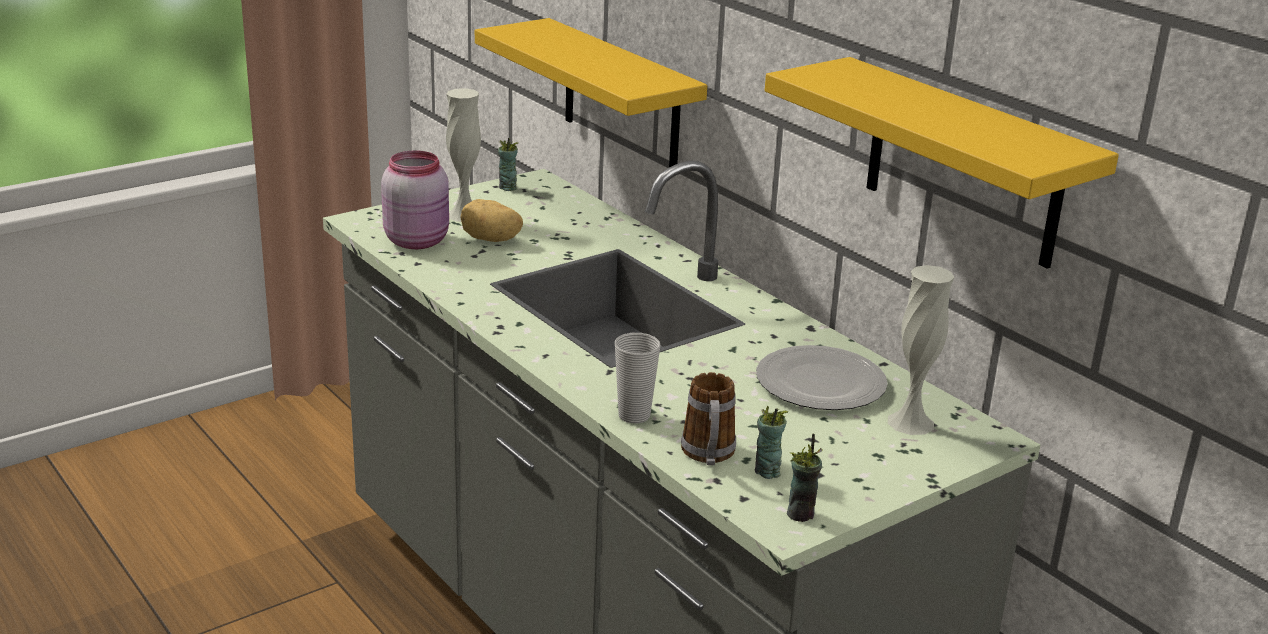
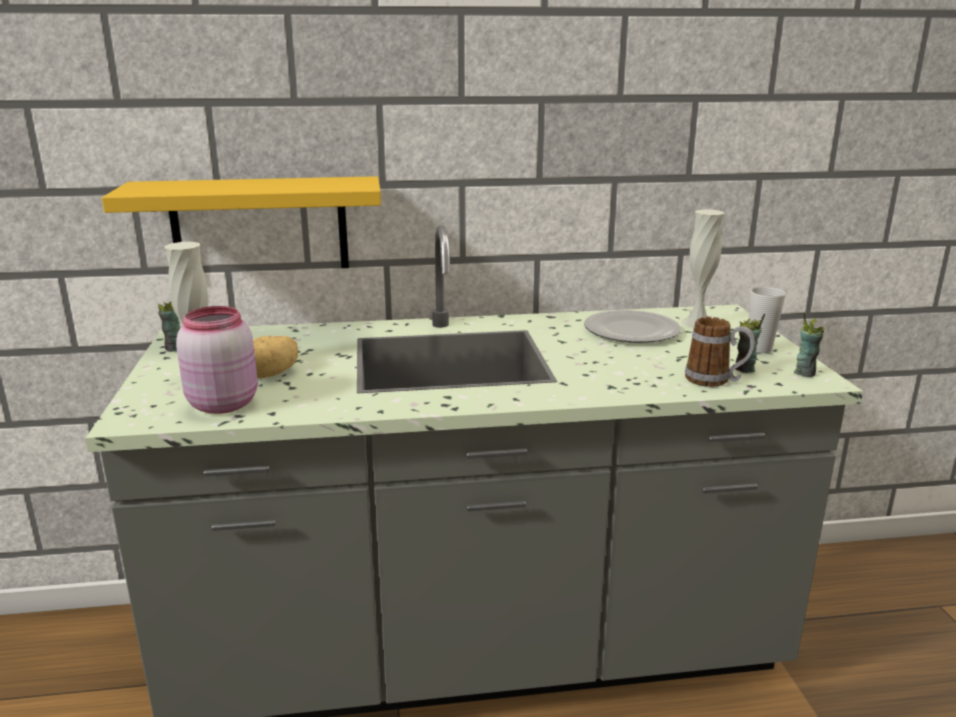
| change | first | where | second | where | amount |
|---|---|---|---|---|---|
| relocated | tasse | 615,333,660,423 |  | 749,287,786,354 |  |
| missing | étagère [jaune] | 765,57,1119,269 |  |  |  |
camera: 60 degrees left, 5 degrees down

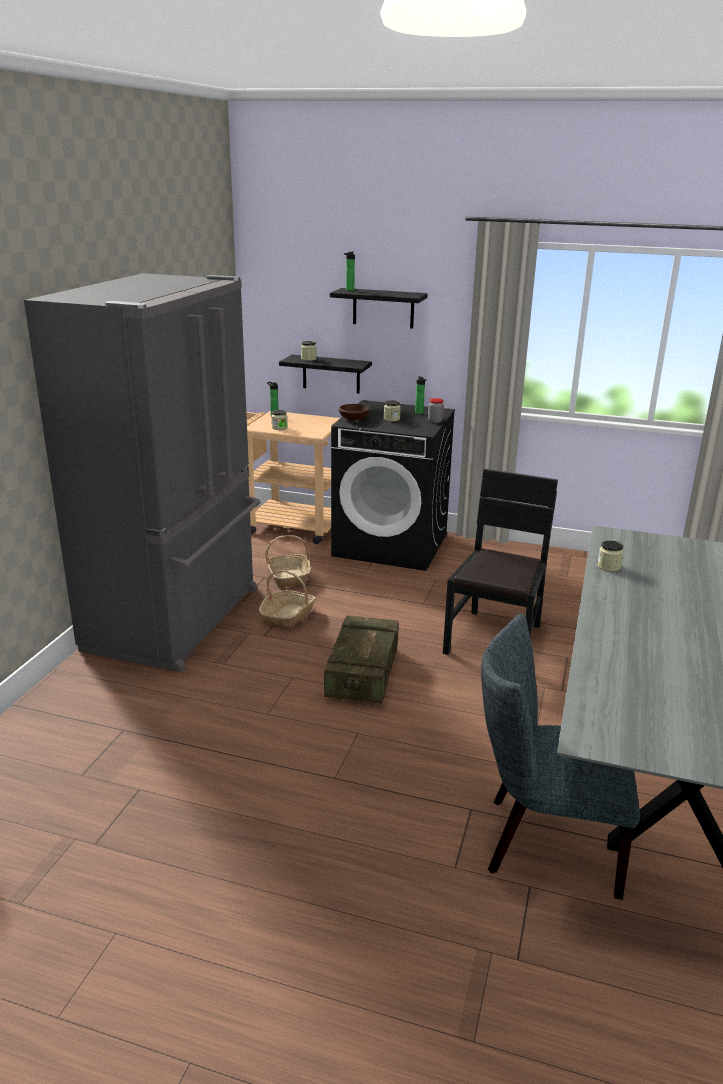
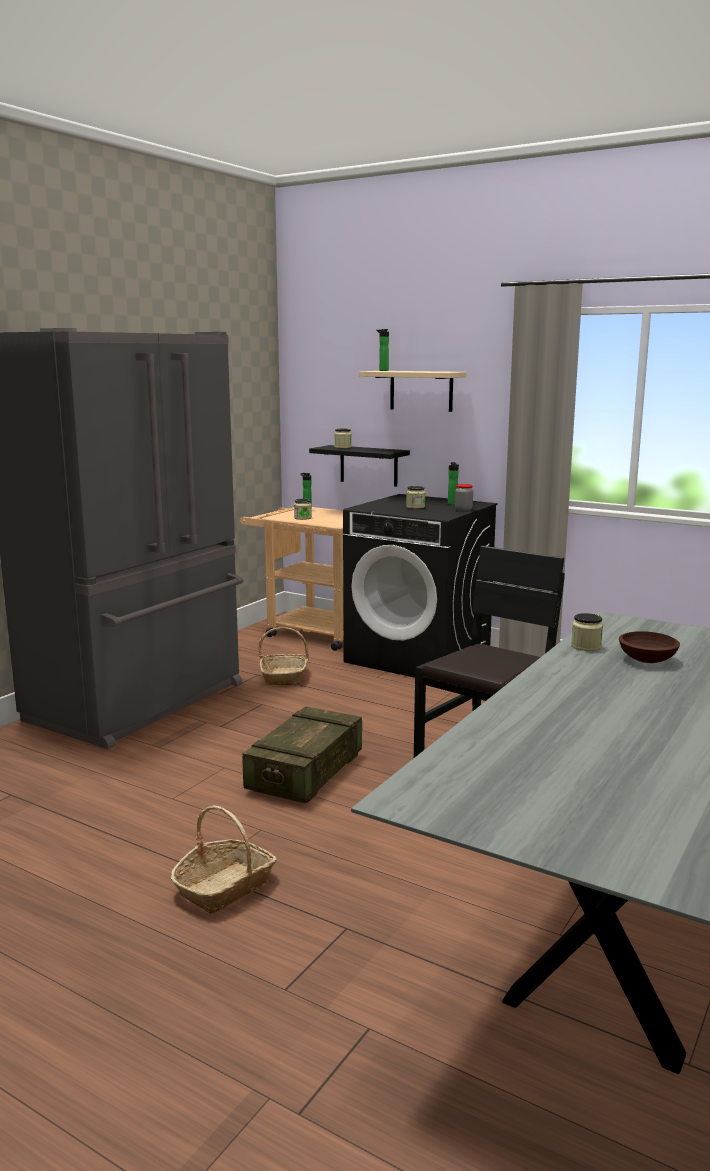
| change | first | where | second | where | amount |
|---|---|---|---|---|---|
| relocated | panier | 259,570,316,629 |  | 171,805,277,914 |  |
| colour | étagère [noir] | 330,288,428,329 | étagère [beige] | 359,371,467,412 |  |
| relocated | bol [marron] | 338,404,370,420 |  | 619,631,680,663 |  |
| missing | chaise [gris] | 481,614,640,900 |  |  |  |
camera: 15 degrees right, 10 degrees down

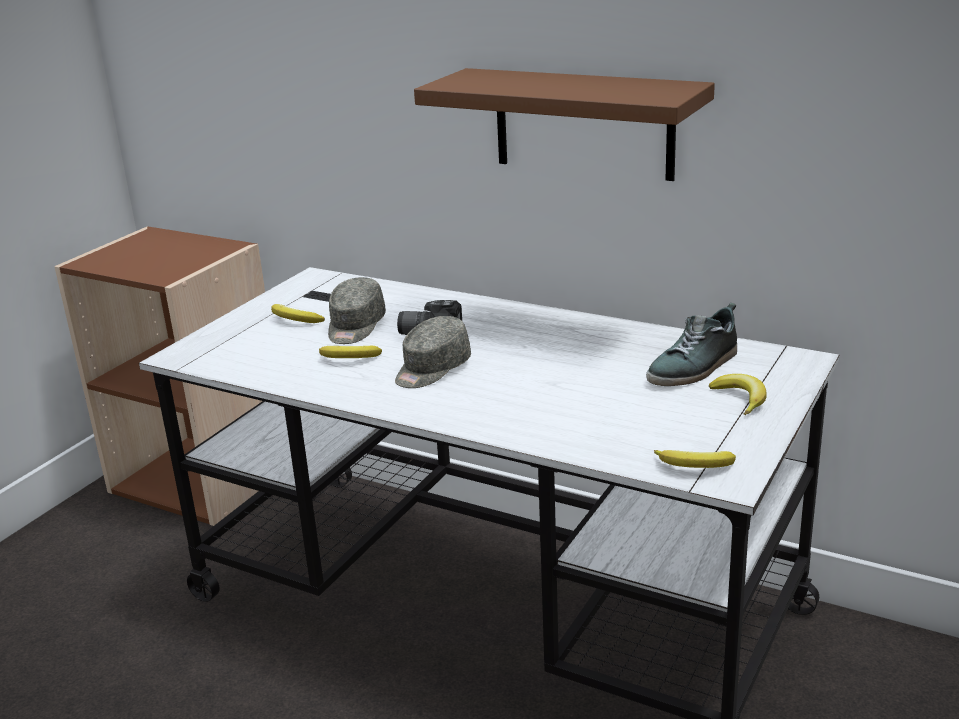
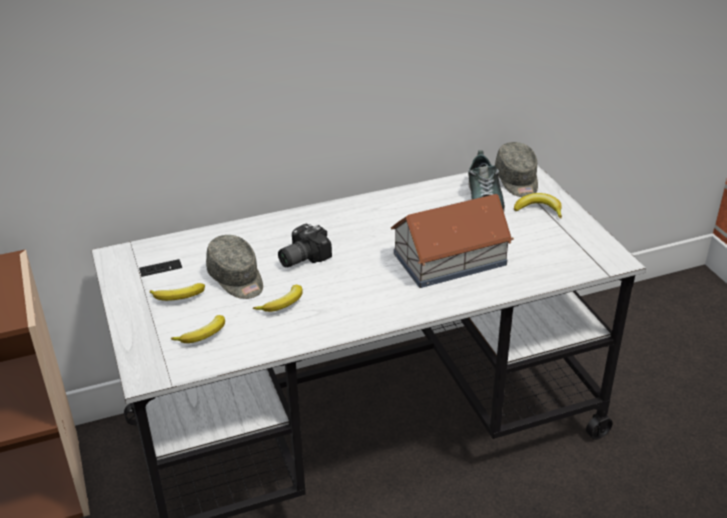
| change | first | where | second | where | amount |
|---|---|---|---|---|---|
| relocated | casquette [gris] | 395,316,471,388 |  | 495,142,538,197 |  |
| missing | étagère [marron] | 414,68,715,181 |  |  |  |
| relocated | banane | 654,450,736,468 |  | 170,315,225,343 |  |
| appeared |  |  | maison miniature | 391,194,514,288 |  |
camera: 50 degrees left, 10 degrees up

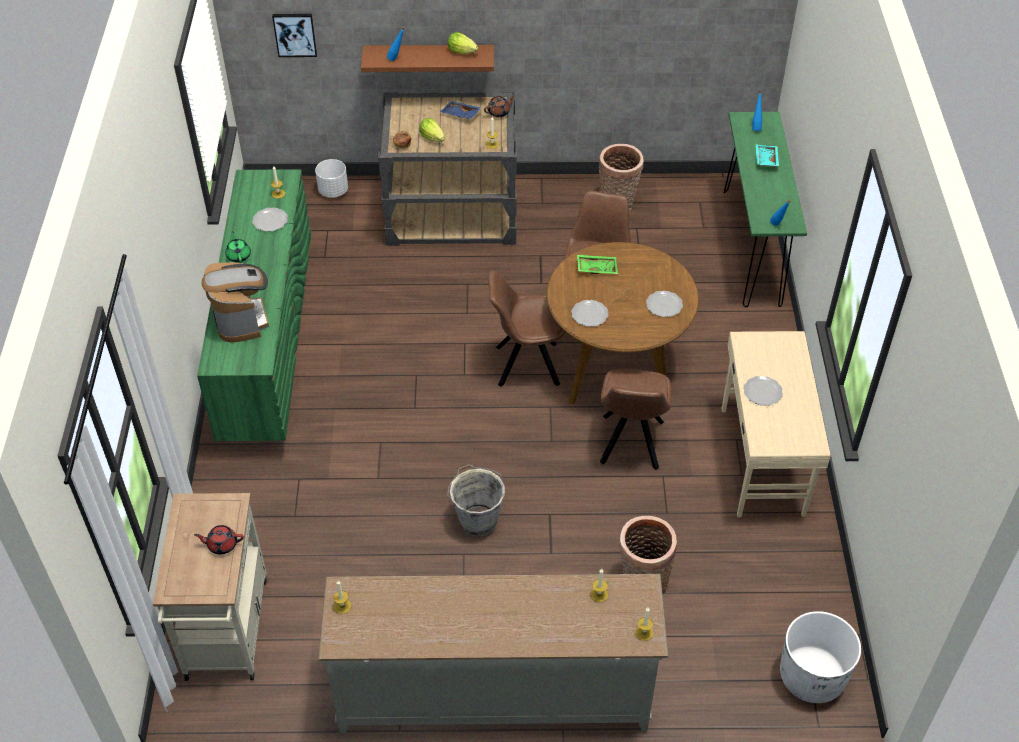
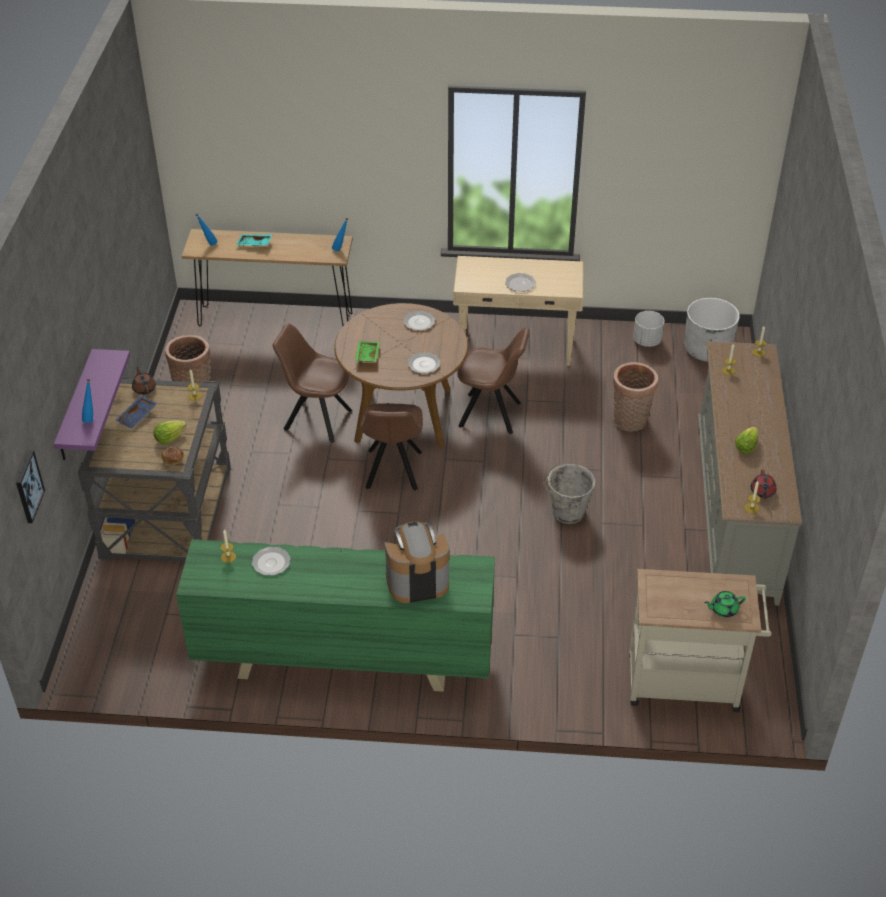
| change | first | where | second | where | amount |
|---|---|---|---|---|---|
| relocated | théière [rouge] | 194,525,244,555 |  | 751,470,776,499 |  |
| relocated | théière [vert] | 225,231,251,263 |  | 704,591,746,617 |  |
| relocated | cache-pot [blanc] | 315,159,348,198 |  | 633,311,664,347 |  |
| colour | étagère [marron] | 361,45,494,72 | étagère [violet] | 54,349,130,460 |  |
| relocated | laitue | 448,32,478,54 |  | 735,427,758,454 |  |
| colour | table console [vert] | 724,112,807,307 | table console [marron] | 182,229,353,327 |  |
camera: 85 degrees left, 5 degrees down

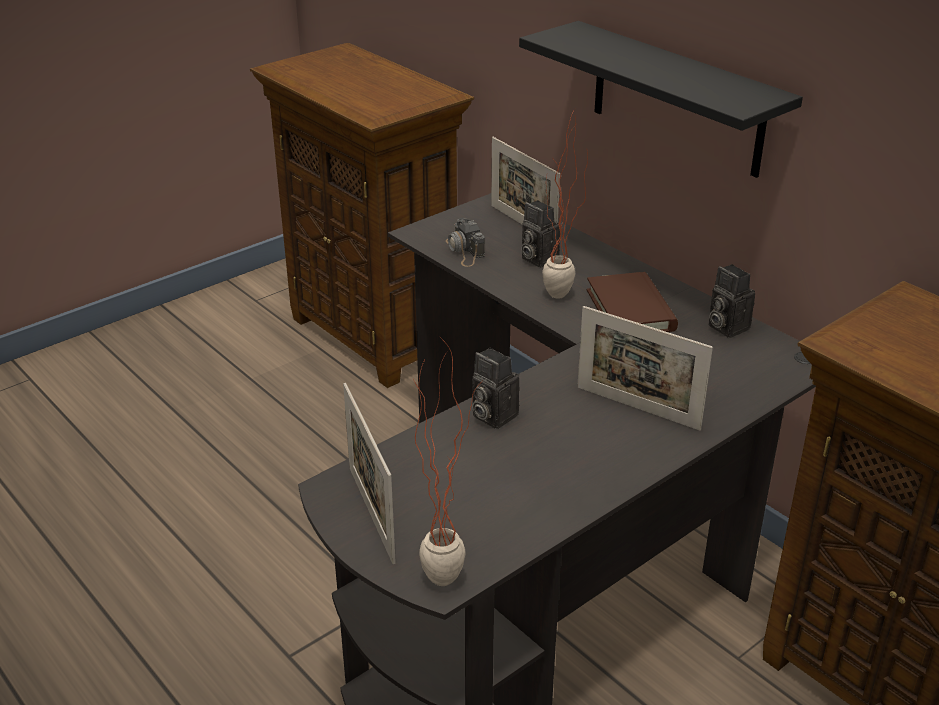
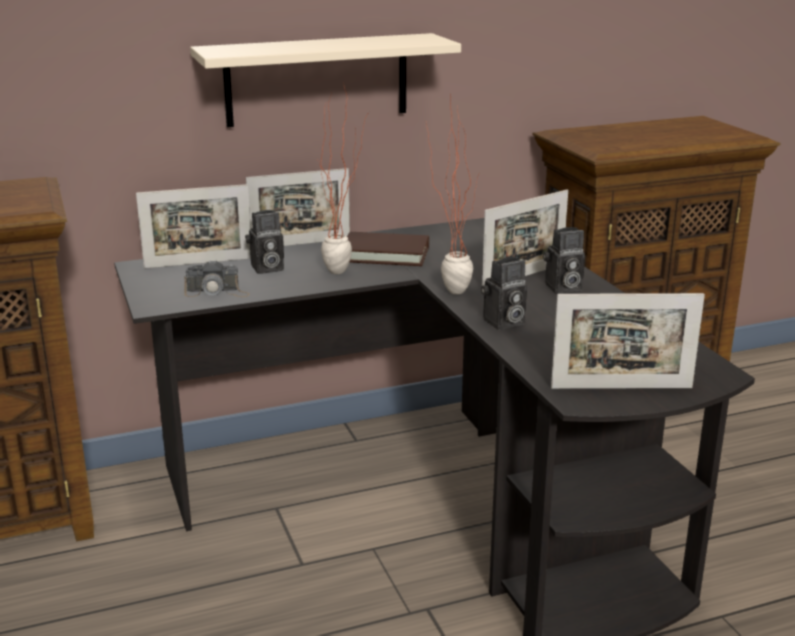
| change | first | where | second | where | amount |
|---|---|---|---|---|---|
| relocated | plante en pot | 413,336,479,586 |  | 426,94,480,295 |  |
| colour | étagère [noir] | 519,21,803,178 | étagère [beige] | 190,33,461,127 |  |
| relocated | appareil photo | 708,264,755,338 |  | 543,227,585,294 |  |
| appeared |  |  | cadre photo | 246,168,350,246 |  |
camera: 70 degrees left, 10 degrees down

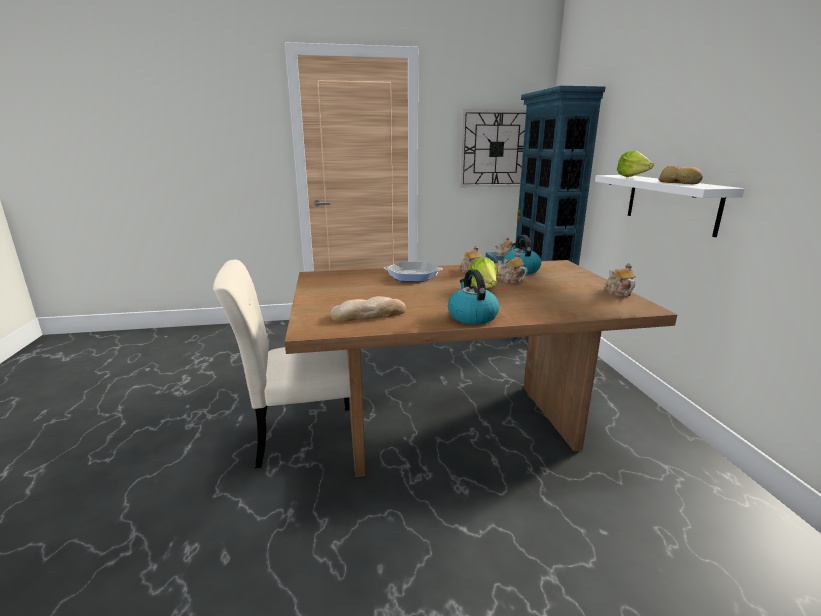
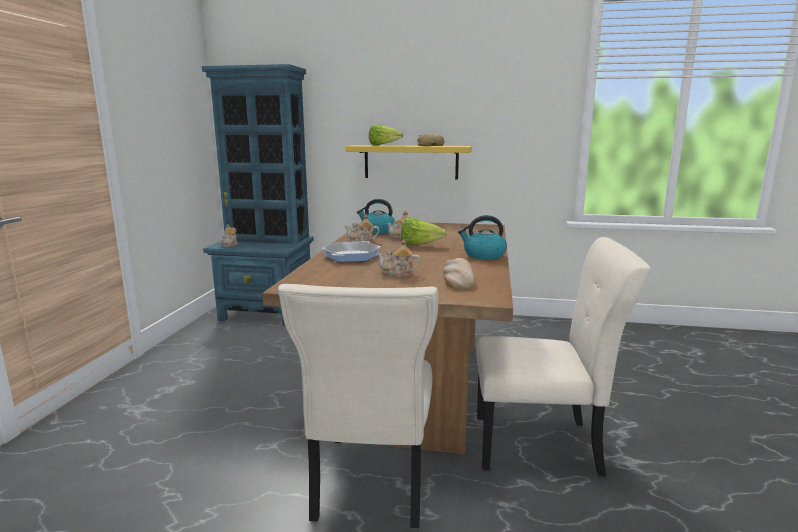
| change | first | where | second | where | amount |
|---|---|---|---|---|---|
| missing | horloge murale | 460,109,526,187 |  |  |  |
| colour | étagère [blanc] | 595,175,745,237 | étagère [jaune] | 346,145,472,180 |  |
| relocated | théière | 605,263,636,297 |  | 377,239,421,277 |  |
| appeared |  |  | chaise [beige] | 476,237,651,477 |  |
camera: 70 degrees left, 5 degrees down

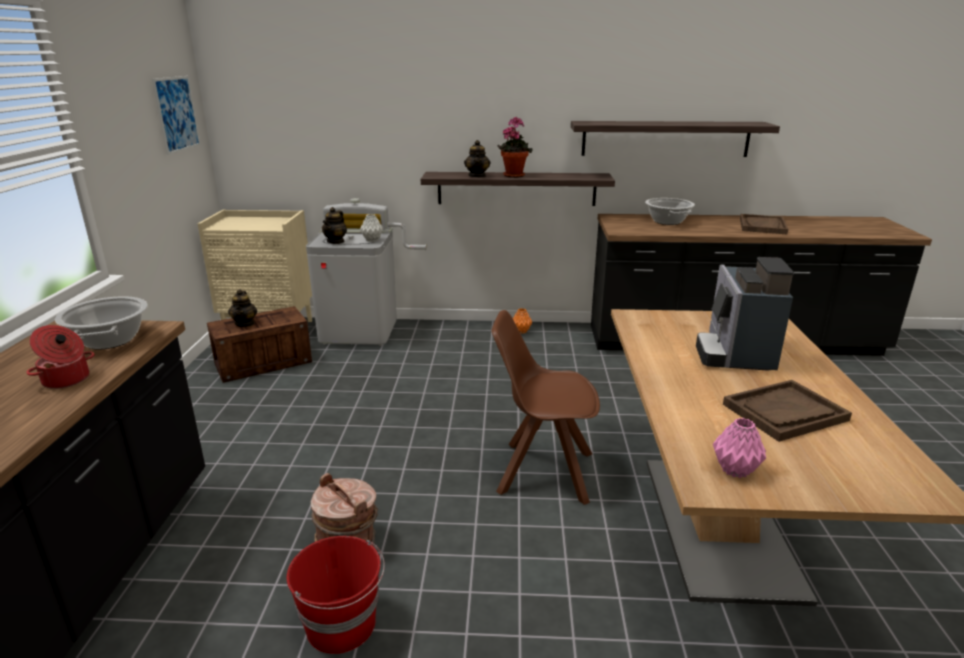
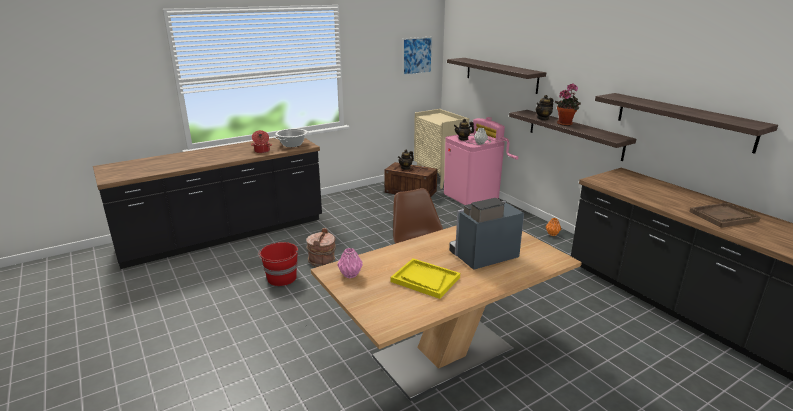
| change | first | where | second | where | amount |
|---|---|---|---|---|---|
| colour | lave-linge [gris] | 306,198,427,346 | lave-linge [rose] | 444,117,518,205 |  |
| missing | marmite | 645,198,695,225 |  |  |  |
| colour | plateau [marron] | 723,380,852,442 | plateau [jaune] | 390,258,460,299 |  |
| appeared |  |  | étagère | 447,58,546,94 |  |
camera: 55 degrees right, 0 degrees up

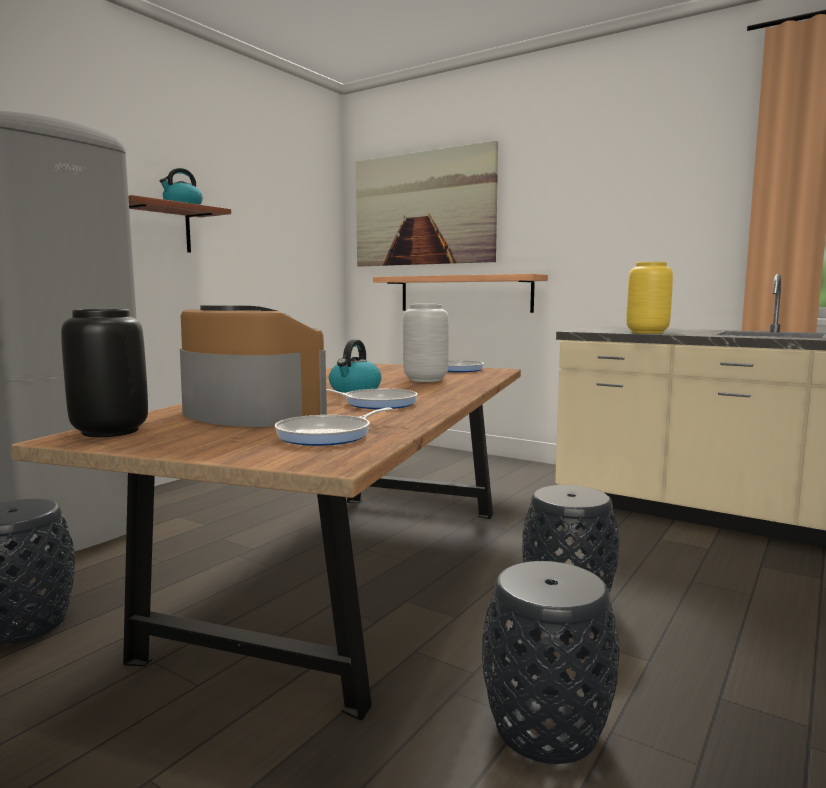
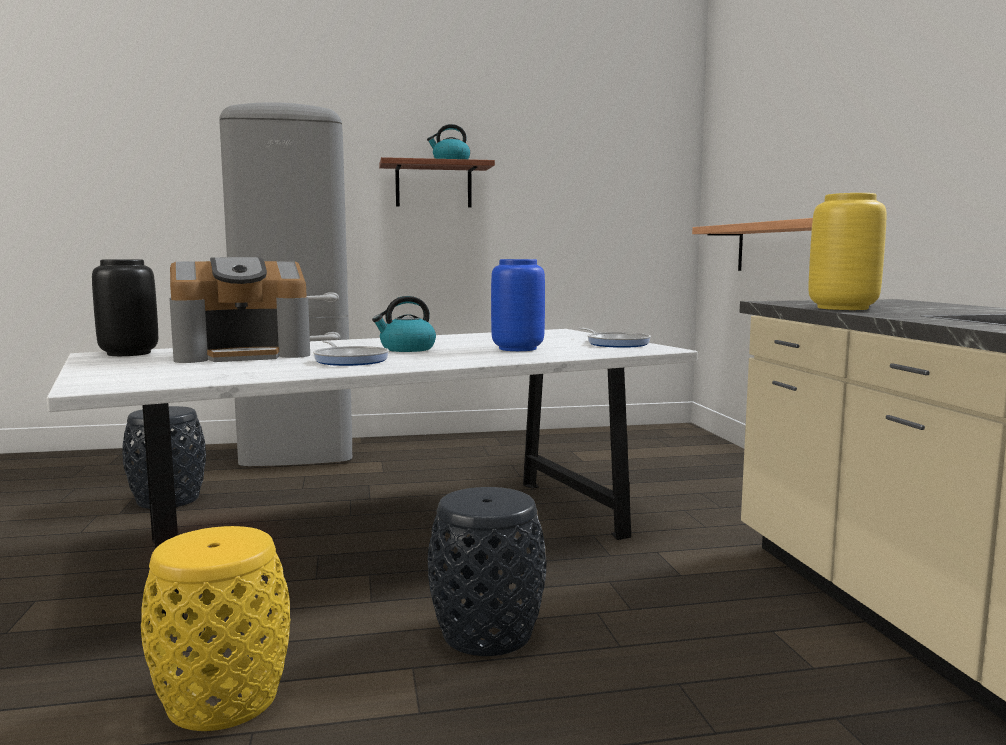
| change | first | where | second | where | amount |
|---|---|---|---|---|---|
| colour | table à manger [marron] | 11,364,521,720 | table à manger [blanc] | 47,329,697,619 |  |
| spun | machine à café | 180,305,327,427 |  | 170,257,310,363 | 75 degrees clockwise |
| missing | poêle | 275,408,392,446 |  |  |  |
| missing | tableau | 356,140,498,266 |  |  |  |
| colour | vase [gris] | 403,304,449,382 | vase [bleu] | 491,259,545,351 |  |
| colour | tabouret [noir] | 482,561,619,764 | tabouret [jaune] | 141,526,290,731 |  |
camera: 45 degrees right, 0 degrees up

